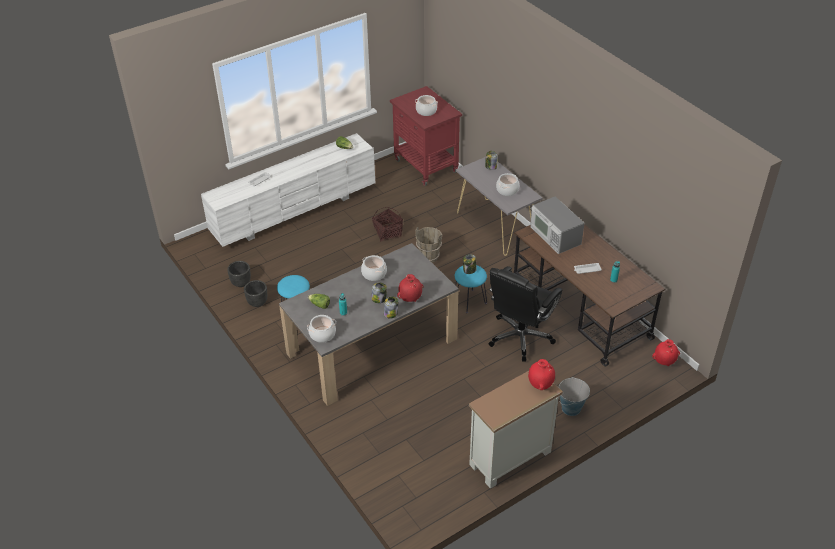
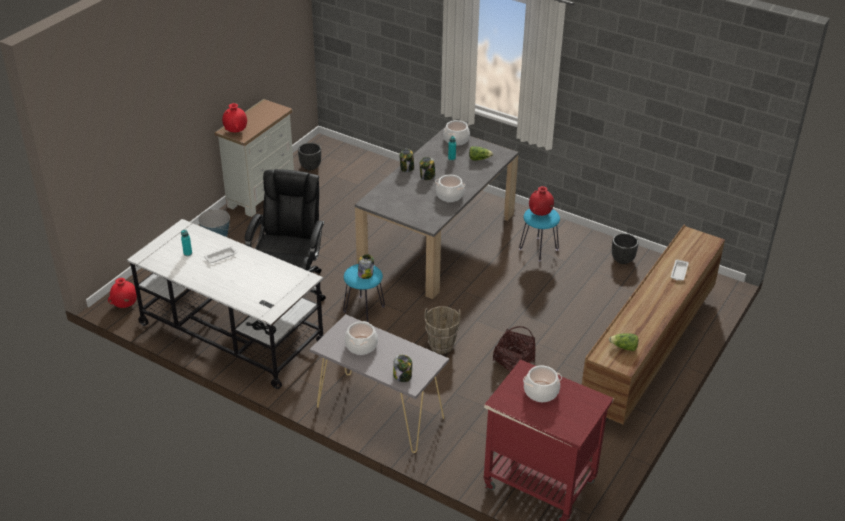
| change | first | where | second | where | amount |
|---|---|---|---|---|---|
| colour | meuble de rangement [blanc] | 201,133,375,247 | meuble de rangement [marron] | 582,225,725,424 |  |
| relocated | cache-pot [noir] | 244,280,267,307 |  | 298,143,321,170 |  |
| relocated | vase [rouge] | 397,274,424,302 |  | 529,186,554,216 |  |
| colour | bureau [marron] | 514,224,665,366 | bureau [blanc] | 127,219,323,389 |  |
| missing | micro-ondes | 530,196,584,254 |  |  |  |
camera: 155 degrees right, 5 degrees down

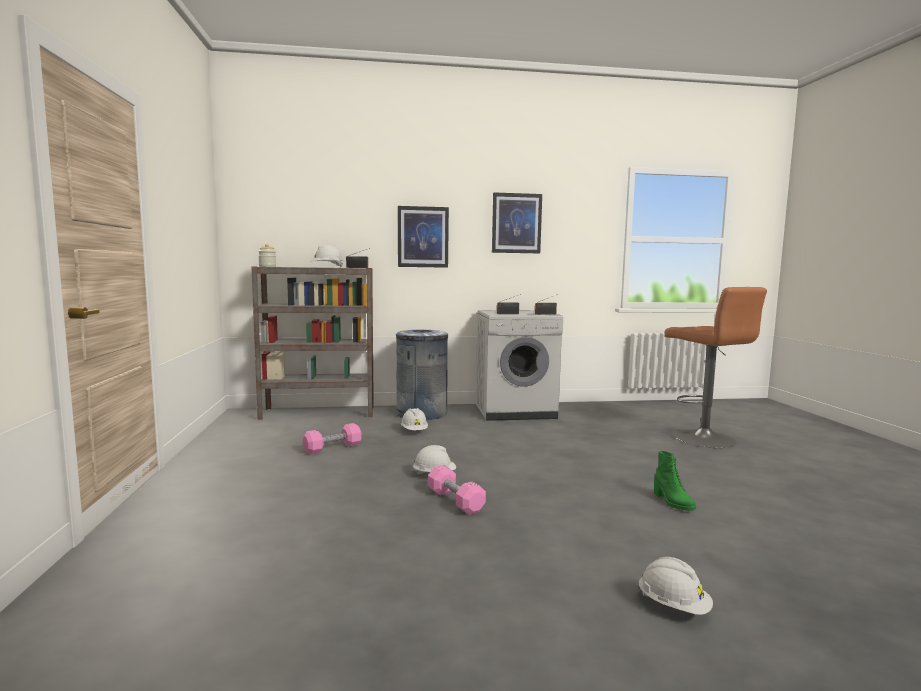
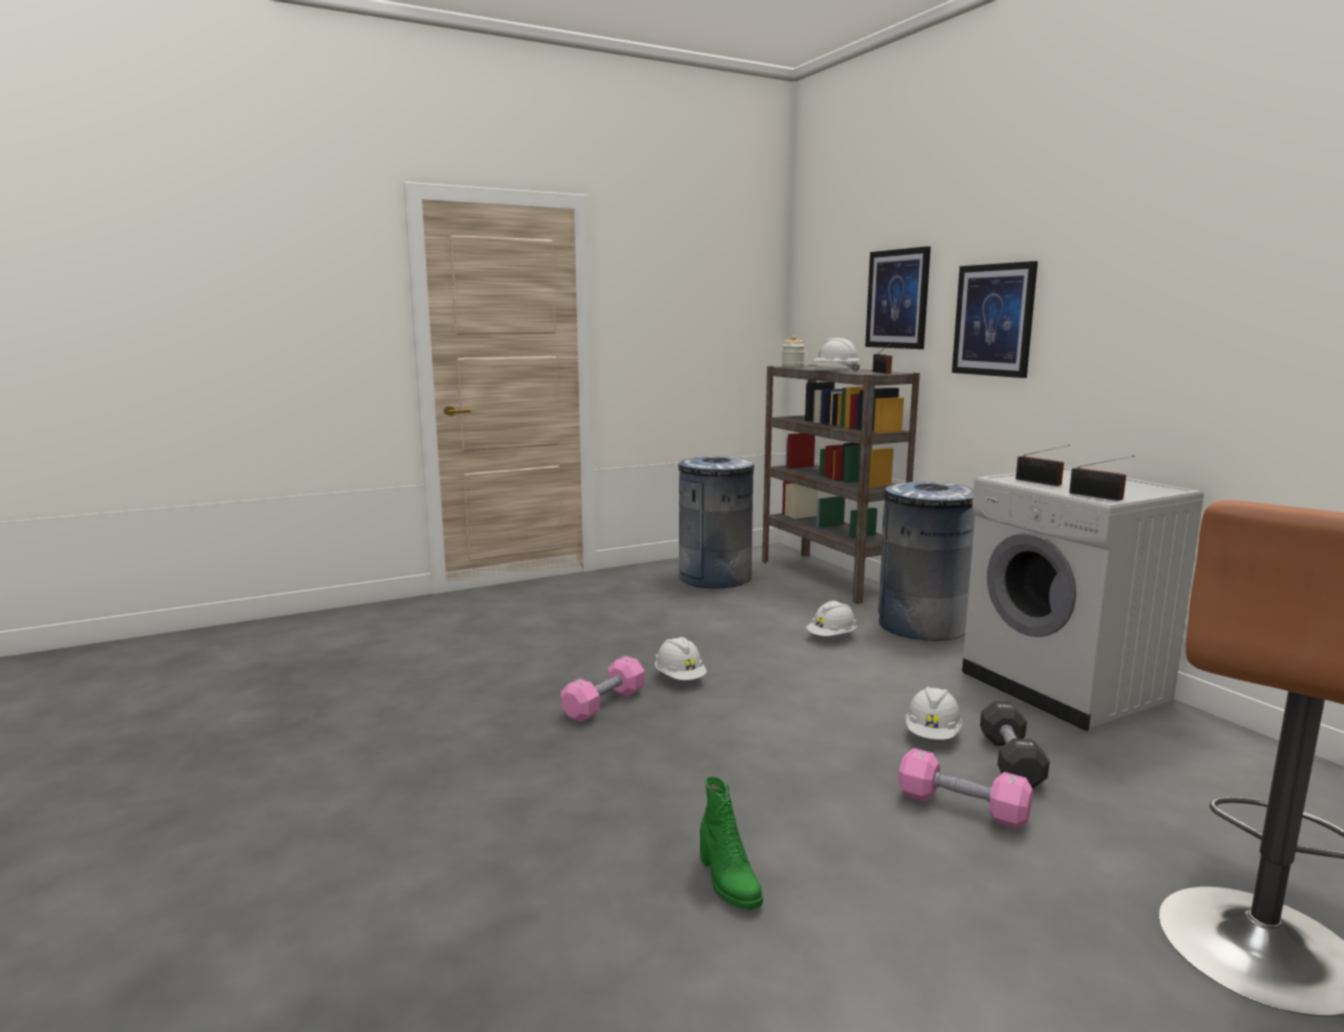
| change | first | where | second | where | amount |
|---|---|---|---|---|---|
| relocated | haltère [rose] | 303,423,362,455 |  | 898,748,1033,829 |  |
| relocated | tableau | 492,192,542,253 |  | 865,246,931,349 |  |
| relocated | casque de chantier [blanc] | 637,557,713,615 |  | 905,686,963,740 |  |
| spun | botte [vert] | 654,451,696,511 |  | 700,776,763,910 | 75 degrees counterclockwise |
| appeared |  |  | poubelle [gris] | 678,456,754,589 |  |
| appeared |  |  | haltère [noir] | 980,701,1050,788 |  |
camera: 70 degrees right, 5 degrees up

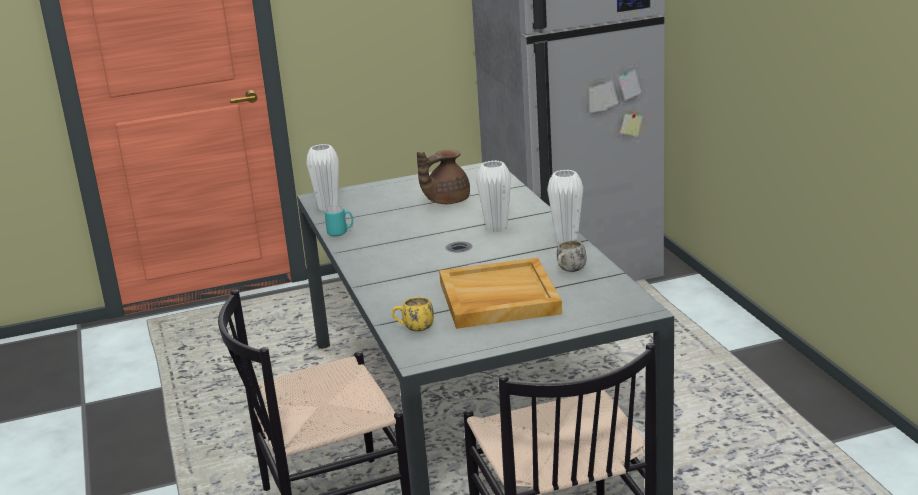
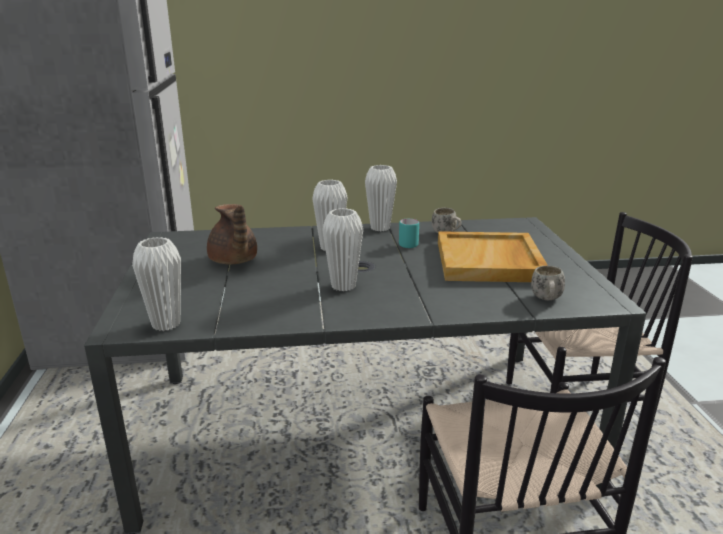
| change | first | where | second | where | amount |
|---|---|---|---|---|---|
| relocated | mug [turquoise] | 324,206,353,236 |  | 399,219,419,248 |  |
| colour | mug [jaune] | 392,297,434,332 | mug [blanc] | 531,266,565,300 |  |
| appeared |  |  | vase [blanc] | 322,208,363,292 |  |
camera: 80 degrees left, 0 degrees up

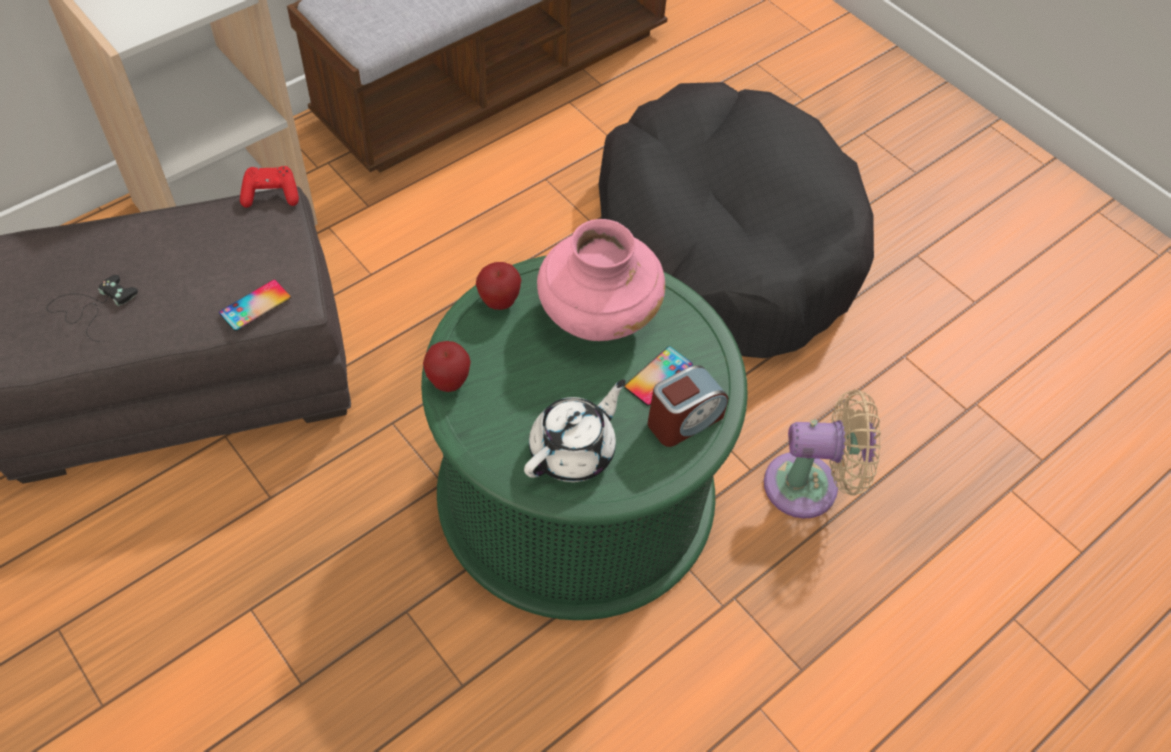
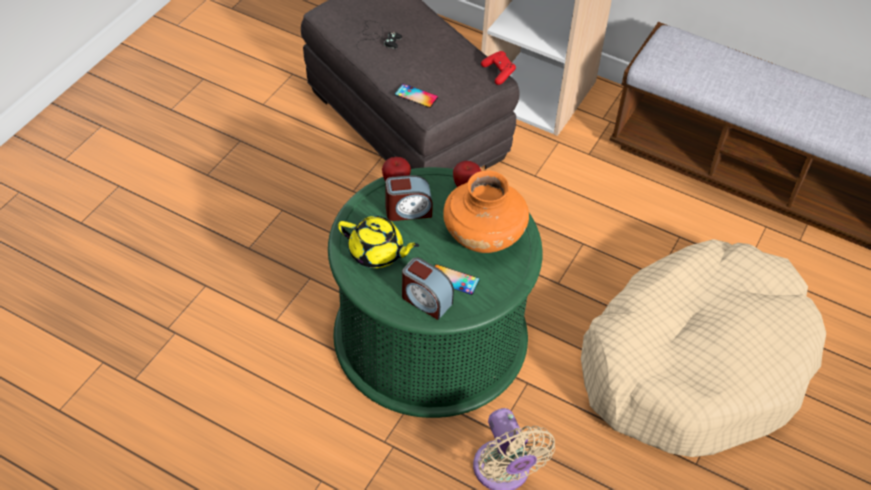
| change | first | where | second | where | amount |
|---|---|---|---|---|---|
| colour | théière [blanc] | 524,379,626,482 | théière [jaune] | 338,216,419,268 |  |
| colour | vase [rose] | 537,219,665,341 | vase [orange] | 443,171,529,253 |  |
| colour | panier pour chien [noir] | 599,82,874,358 | panier pour chien [beige] | 581,239,826,457 |  |
| appeared |  |  | réveil | 386,175,433,221 |  |
camera: 70 degrees right, 5 degrees down

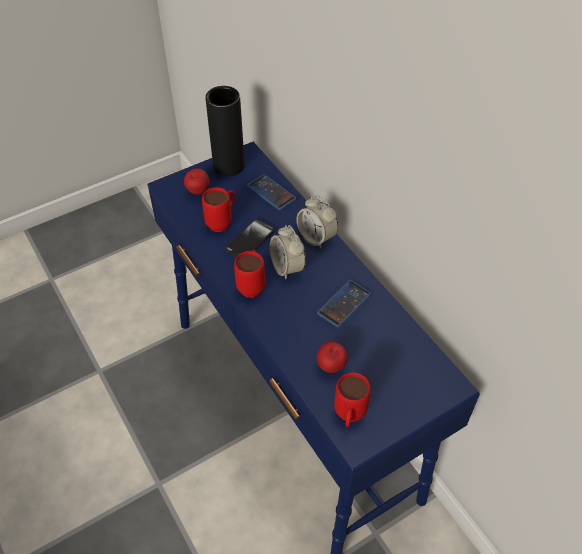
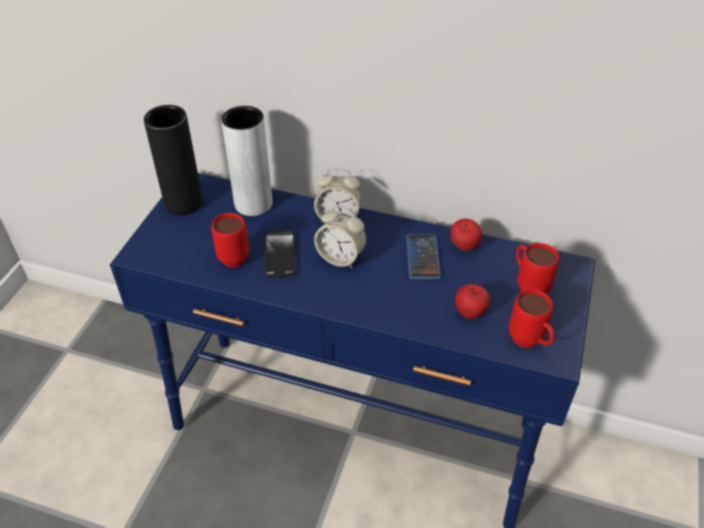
| change | first | where | second | where | amount |
|---|---|---|---|---|---|
| relocated | pomme | 184,168,209,195 |  | 450,219,482,251 |  |
| relocated | mug [rouge] | 234,250,265,298 |  | 516,243,559,294 |  |
| exchanged | téléphone | 247,174,297,210 | vase [gris] | 221,106,272,216 |  |
camera: 40 degrees left, 5 degrees down

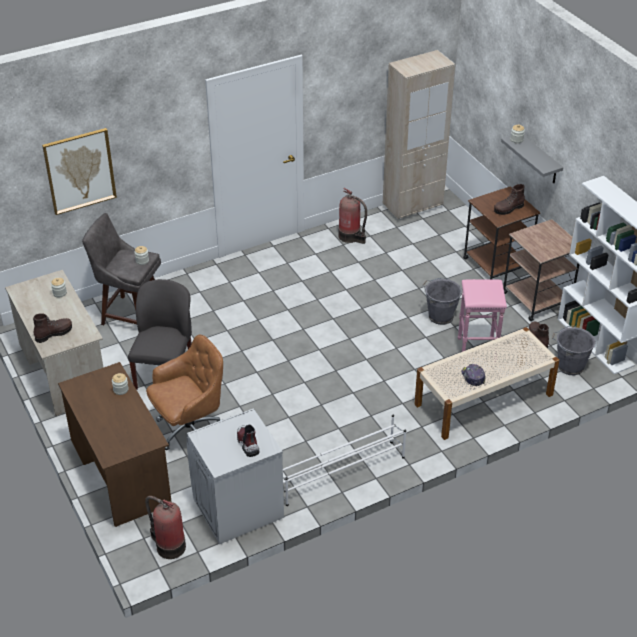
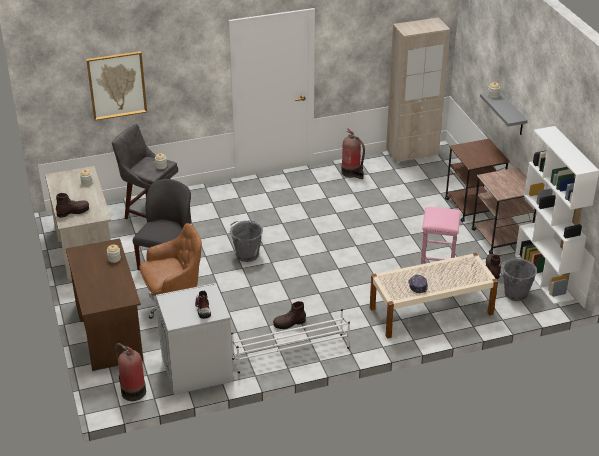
| change | first | where | second | where | amount |
|---|---|---|---|---|---|
| relocated | seau [gris] | 422,278,462,325 |  | 230,220,263,262 |  |
| relocated | botte [marron] | 494,184,525,215 |  | 273,301,306,329 |  |
camera: 10 degrees right, 5 degrees down

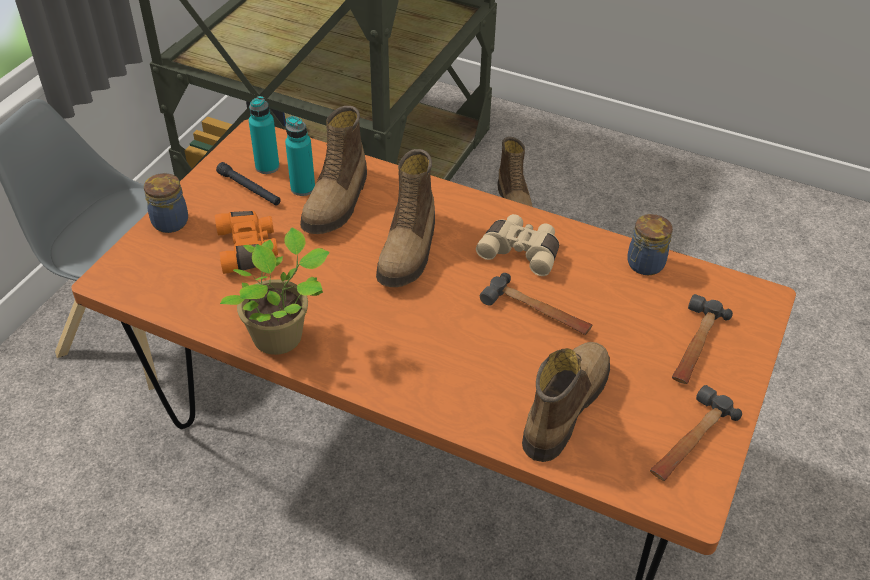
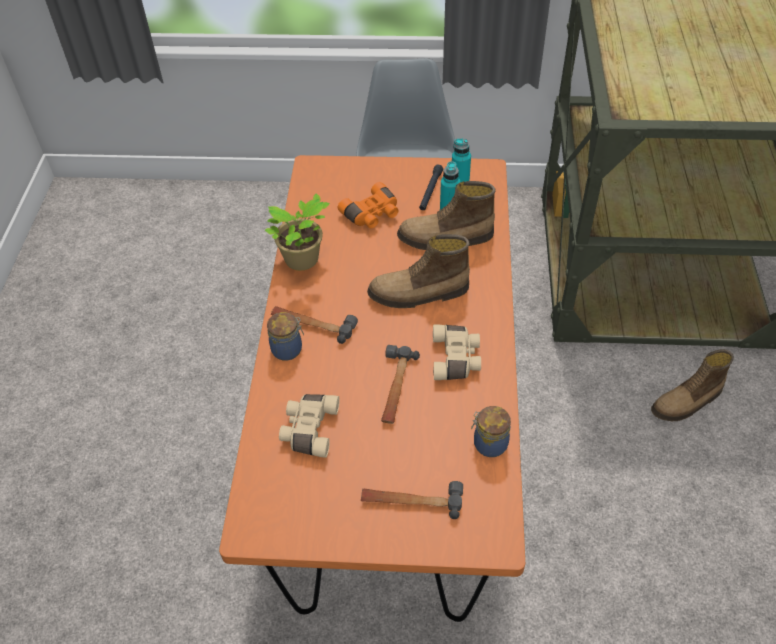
| change | first | where | second | where | amount |
|---|---|---|---|---|---|
| relocated | bocal | 144,173,188,233 |  | 267,312,304,361 |  |
| exchanged | botte | 522,342,610,462 | jumelles [beige] | 279,394,340,458 |  |
| relocated | marteau | 650,385,742,481 |  | 271,306,358,344 |  |
camera: 70 degrees right, 5 degrees up

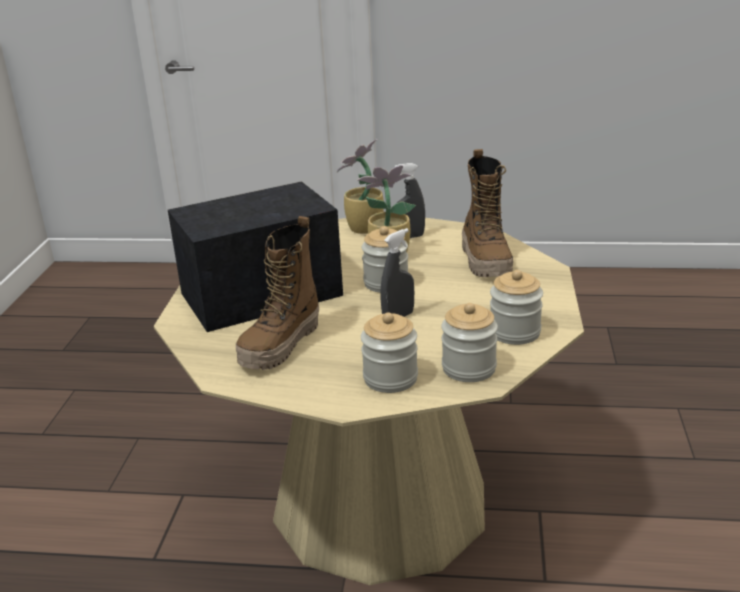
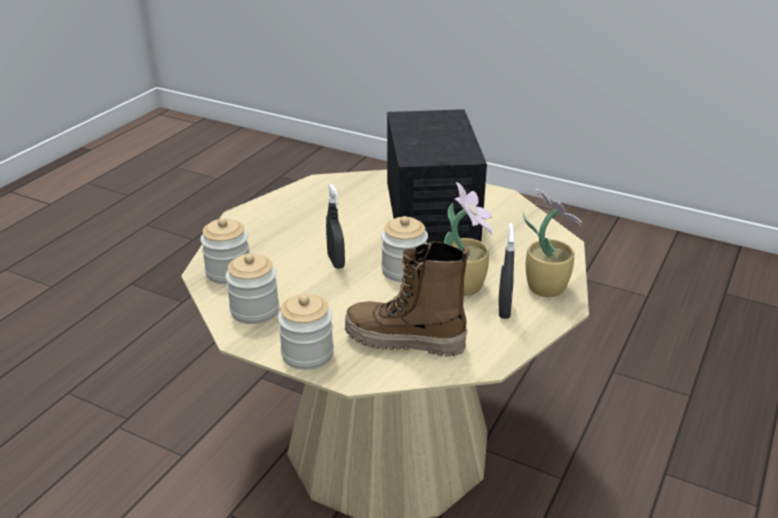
| change | first | where | second | where | amount |
|---|---|---|---|---|---|
| missing | botte | 236,216,319,370 |  |  |  |
| relocated | bocal | 361,312,418,393 |  | 278,294,334,370 |  |
camera: 110 degrees right, 5 degrees up

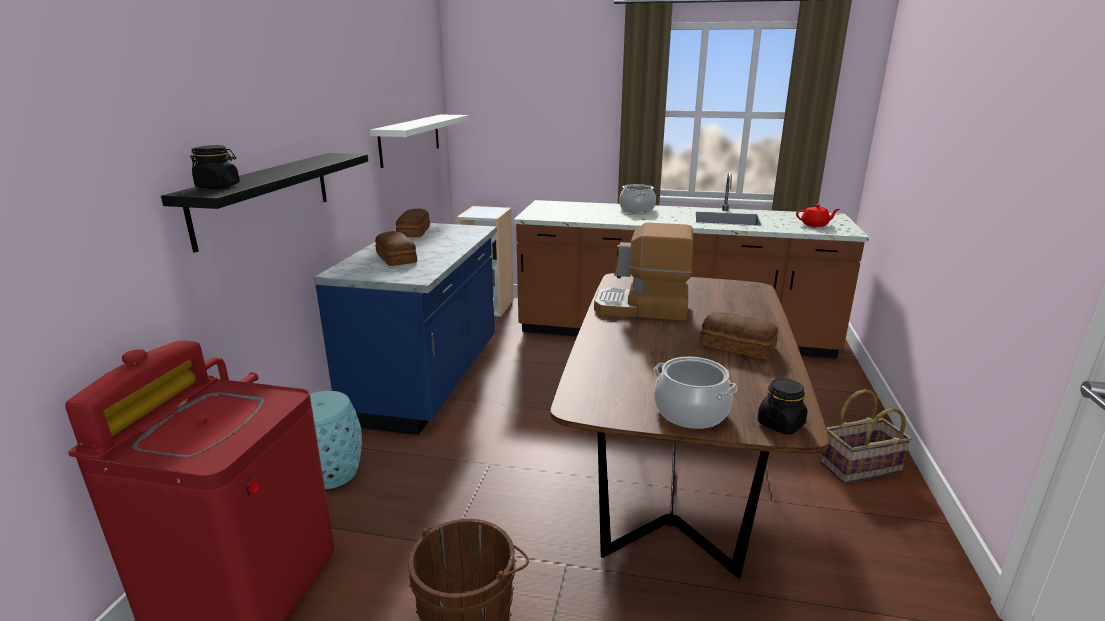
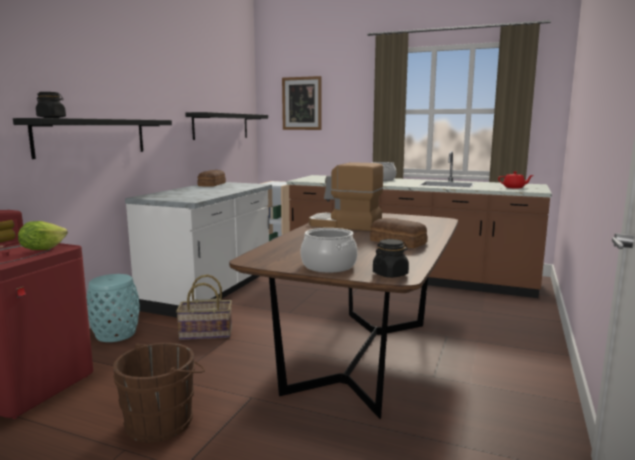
| change | first | where | second | where | amount |
|---|---|---|---|---|---|
| colour | comptoir de cuisine [bleu] | 314,223,497,435 | comptoir de cuisine [blanc] | 125,182,272,317 |  |
| colour | étagère [blanc] | 370,114,468,168 | étagère [noir] | 185,112,268,140 |  |
| missing | pain | 375,231,417,266 |  |  |  |
| relocated | panier | 820,389,912,484 |  | 176,275,232,340 |  |
| appeared |  |  | laitue | 18,221,68,250 |  |
| appeared |  |  | tableau | 282,76,321,130 |  |
camera: 10 degrees right, 10 degrees down

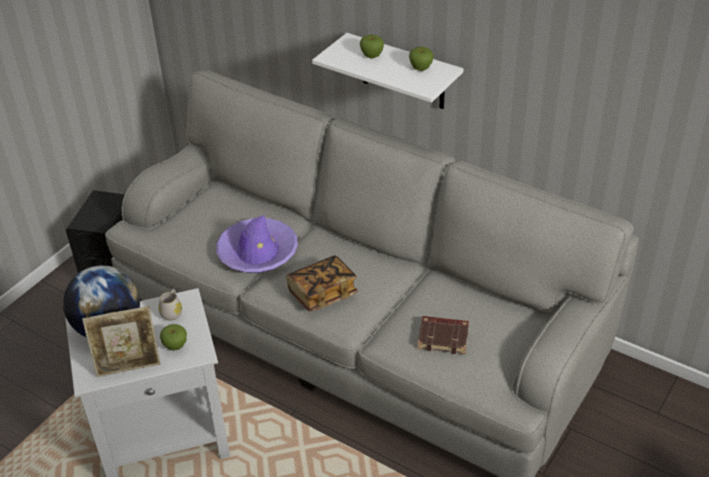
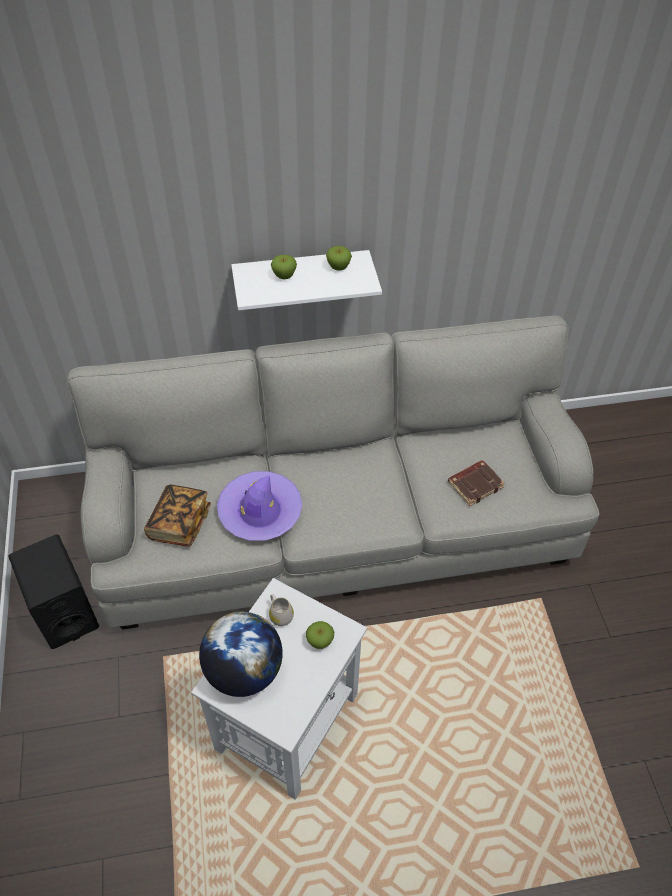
| change | first | where | second | where | amount |
|---|---|---|---|---|---|
| missing | cadre photo | 82,306,161,377 |  |  |  |
| relocated | livre | 286,256,357,312 |  | 144,484,211,547 |  |
camera: 45 degrees left, 10 degrees up

